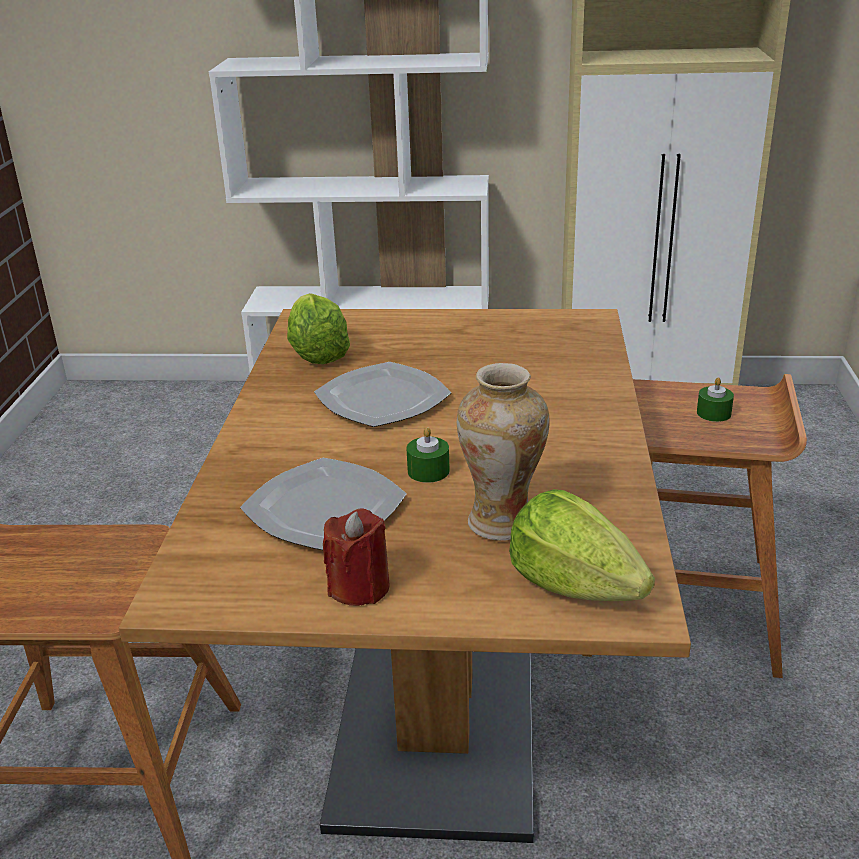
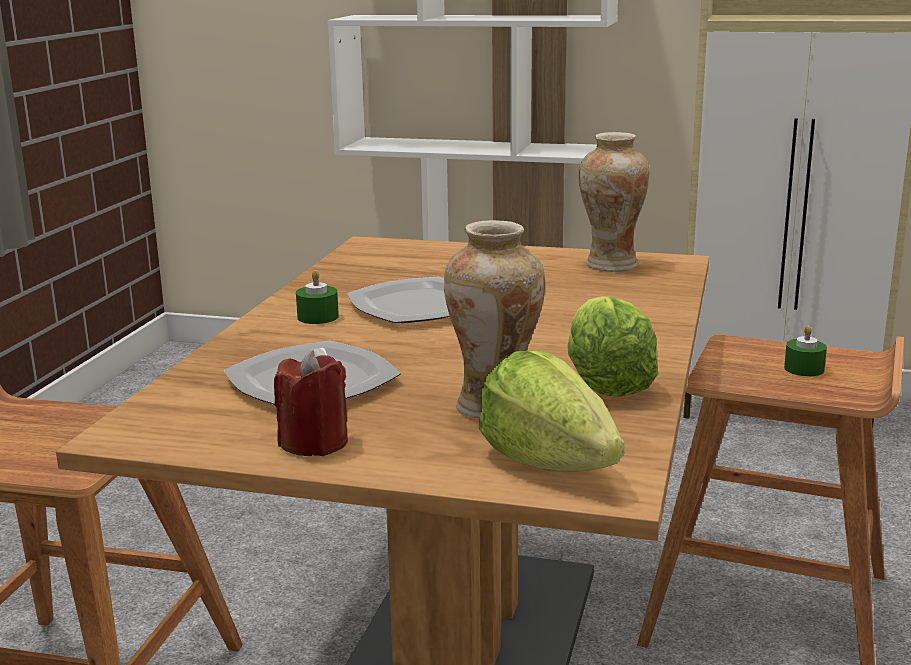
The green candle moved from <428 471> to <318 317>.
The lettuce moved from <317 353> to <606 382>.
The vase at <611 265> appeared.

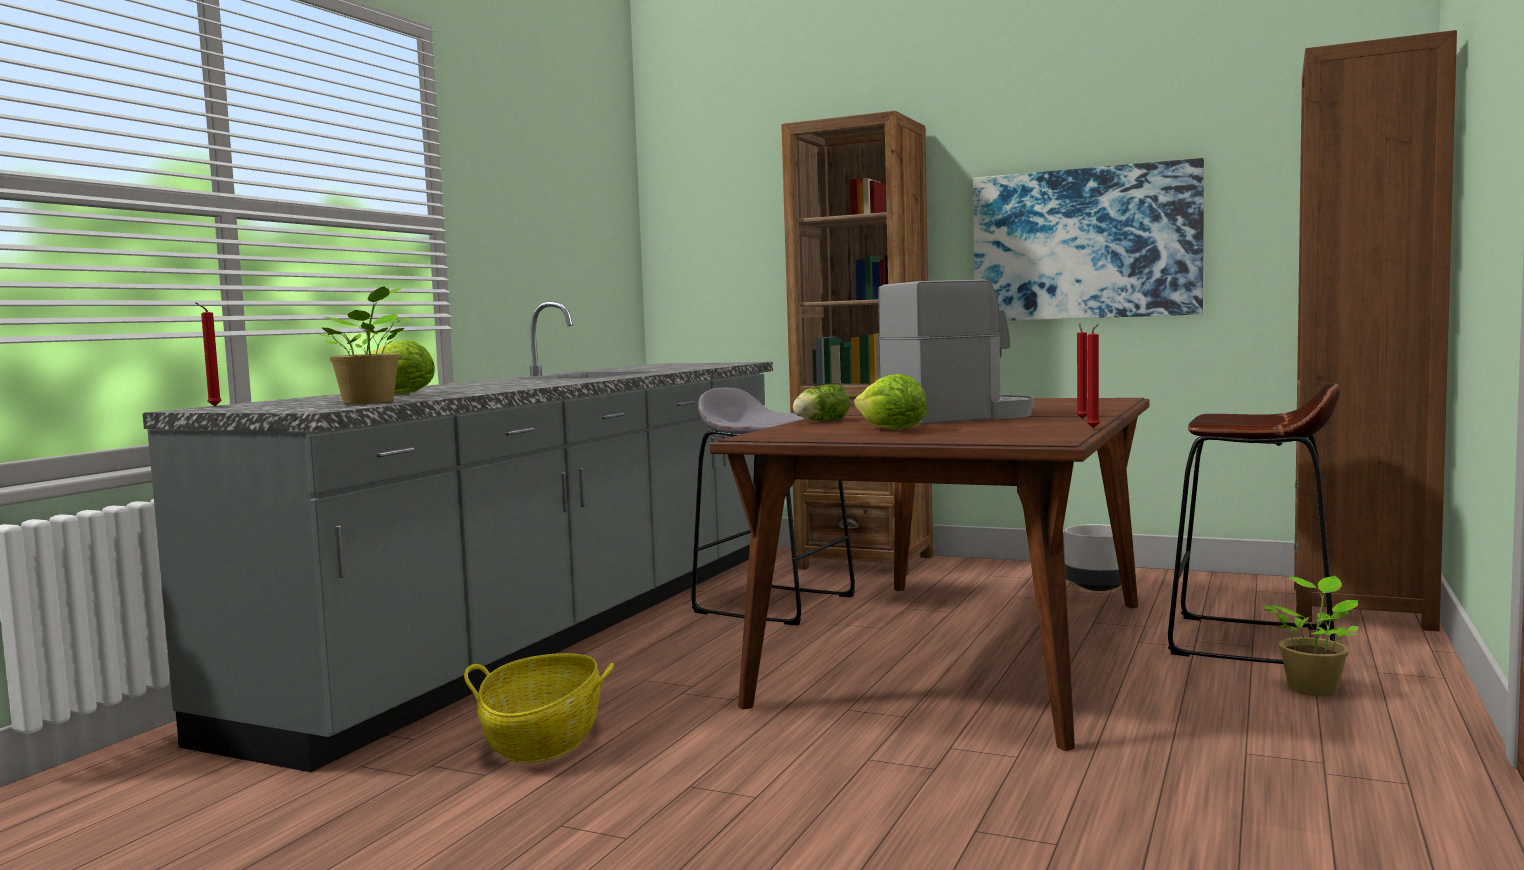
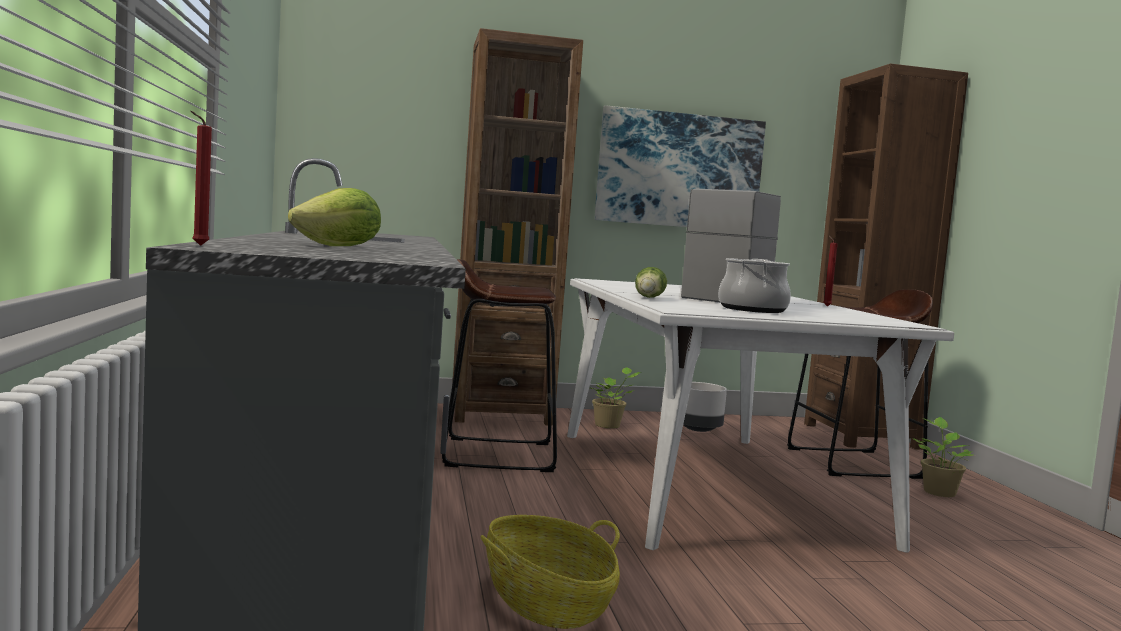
The grey stool at <774 604> became the brown stool at <498 454>.
The brown dining table at <964 652> became the white dining table at <710 484>.
The potted plant moved from <370 402> to <609 426>.
The lettuce at <891 430> was replaced by the cooking pot at <753 309>.
The red candle at <1094 428> disappeared.

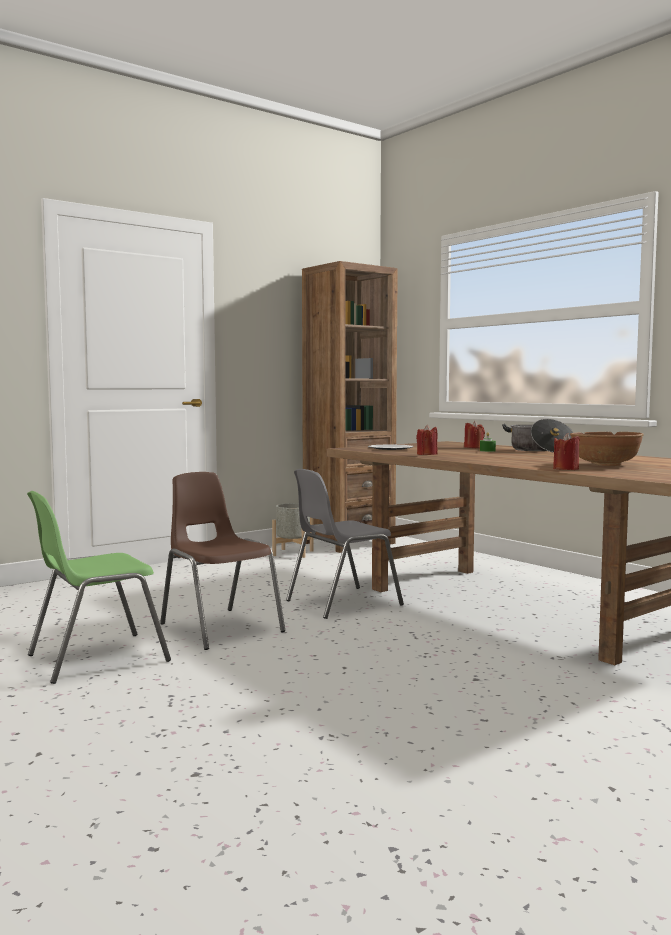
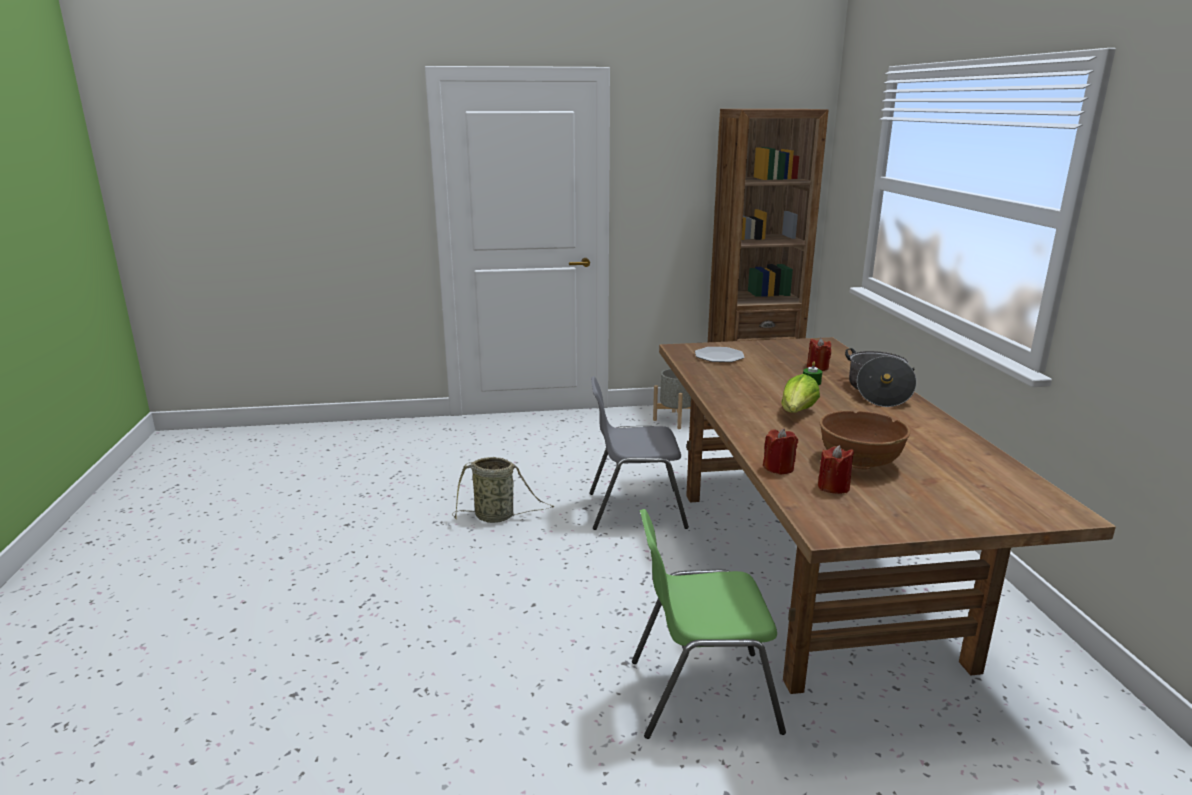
The brown chair at <220 627> was replaced by the basket at <497 517>.
The green chair moved from <95 658> to <700 694>.
The lettuce at <797 413> appeared.
The red candle moved from <427 454> to <833 487>.

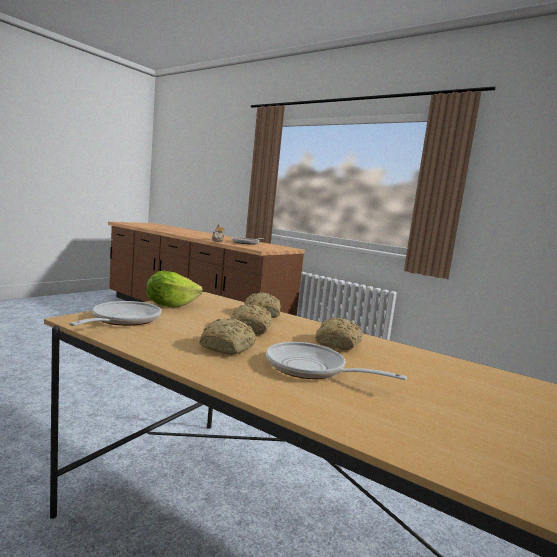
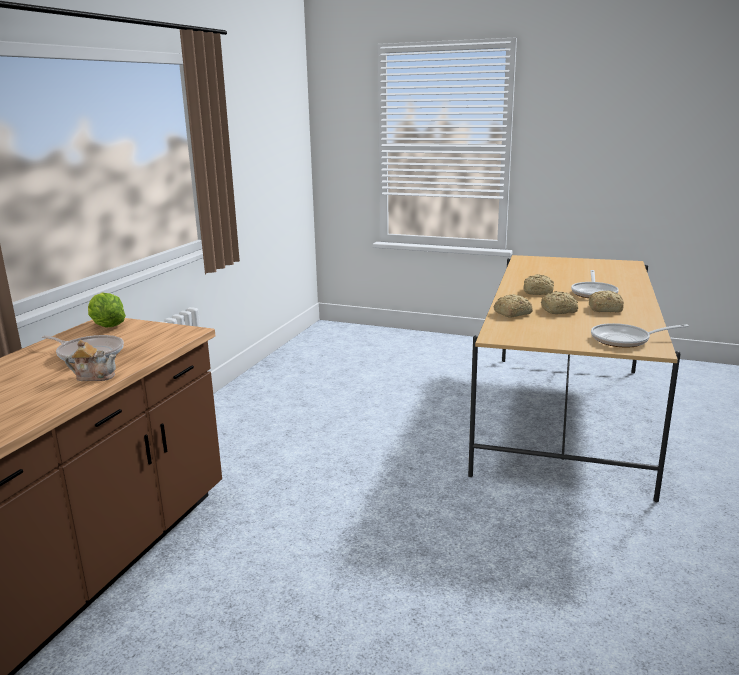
The lettuce moved from <170 305> to <107 326>.

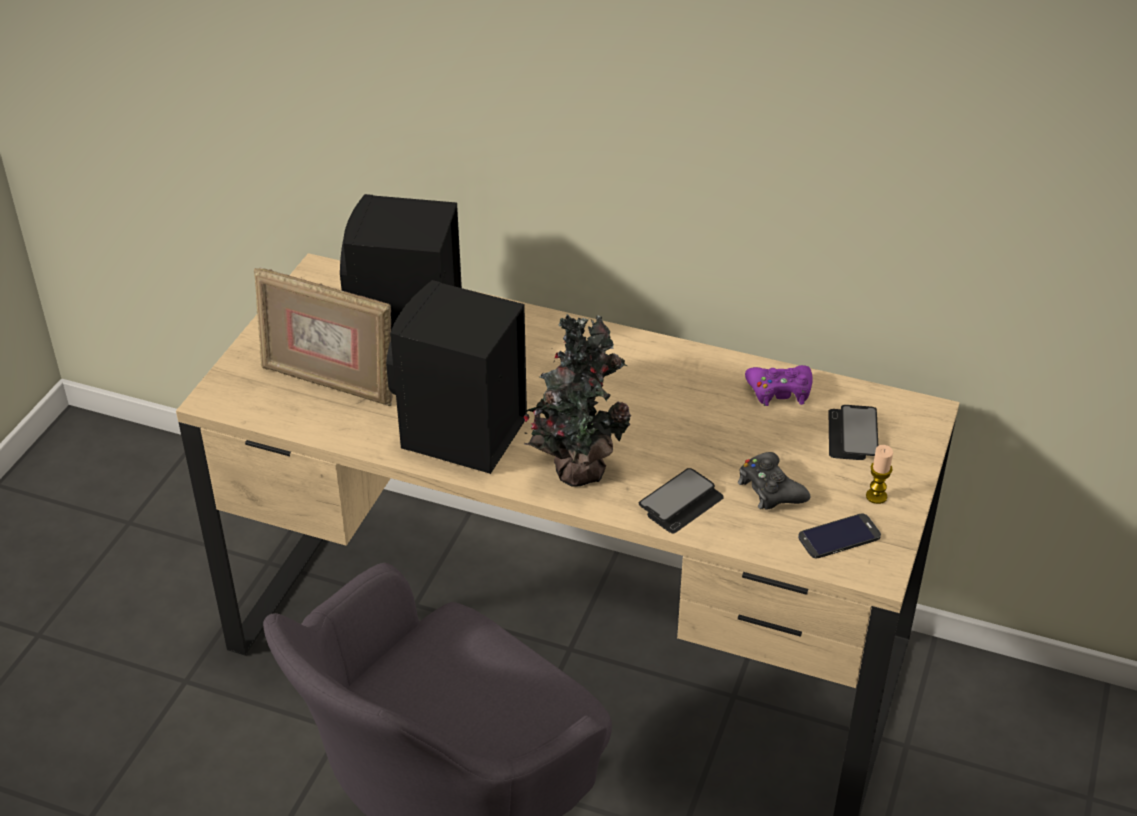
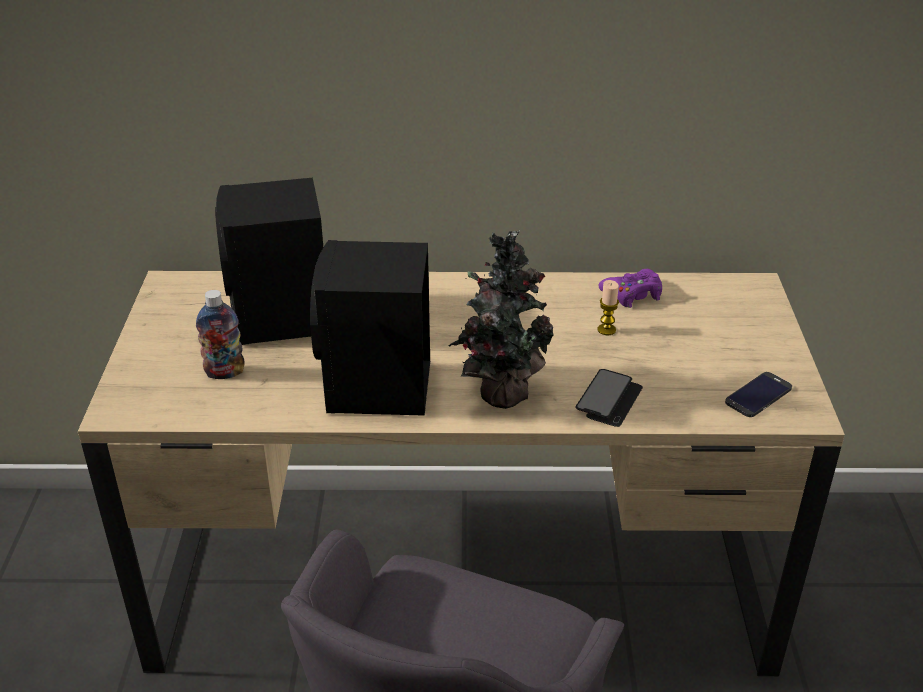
The picture frame at <329 382> was replaced by the bottle at <225 372>.
The candle moved from <876 496> to <606 330>.
The black game controller at <770 489> disappeared.
The phone at <852 434> disappeared.

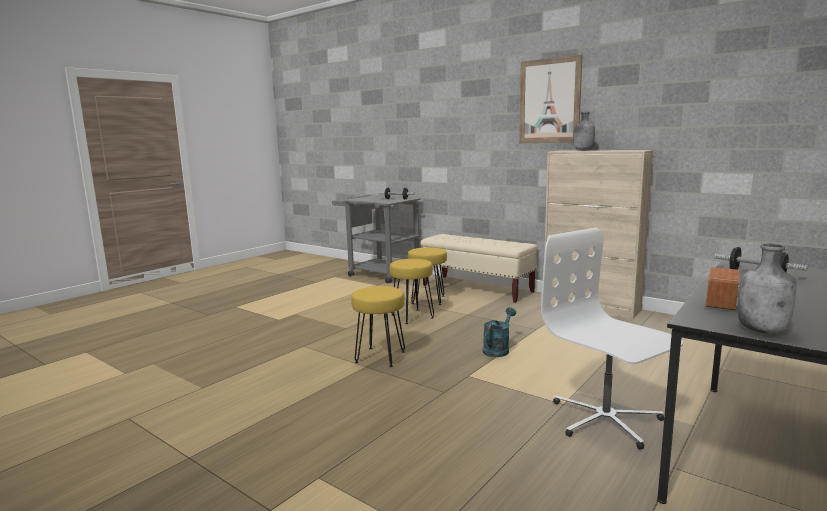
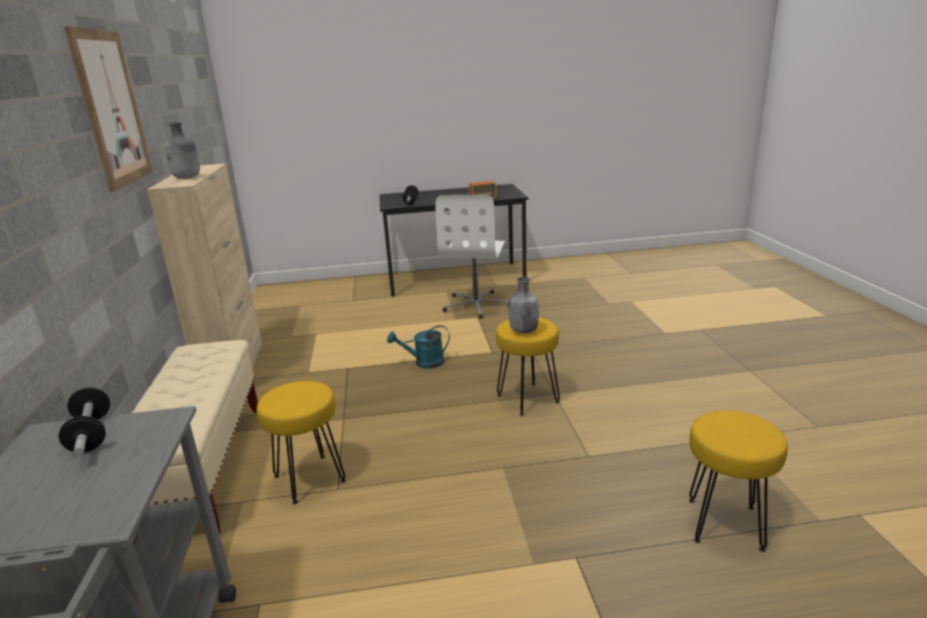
The grey bottle moved from <763 330> to <523 331>.
The yellow stool moved from <412 316> to <724 524>.

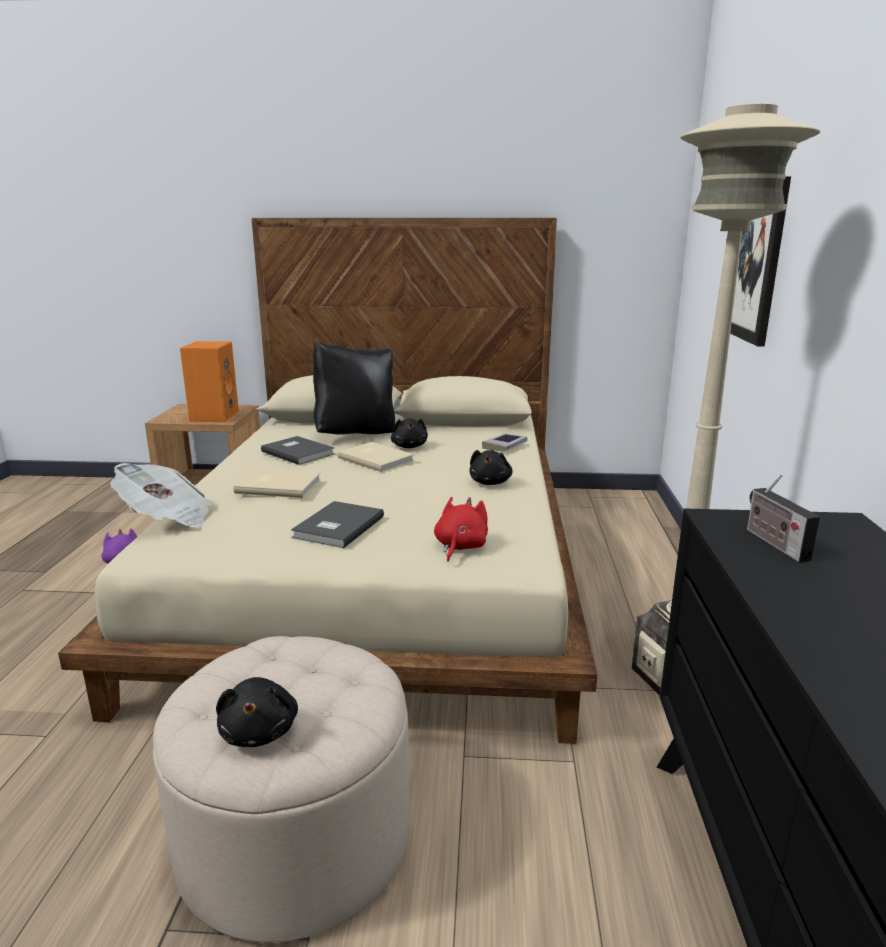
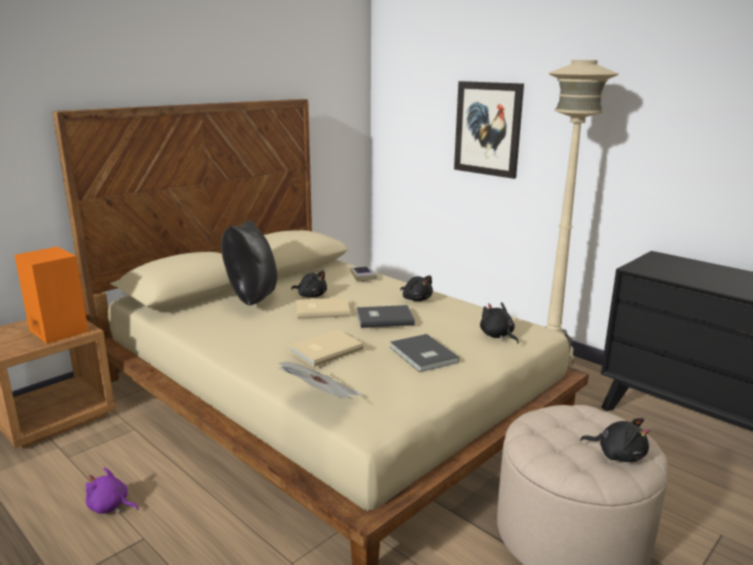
The grey book moved from <298 452> to <383 318>.
The red plush toy at <460 547> became the black plush toy at <497 336>.
The radio at <773 543> disappeared.

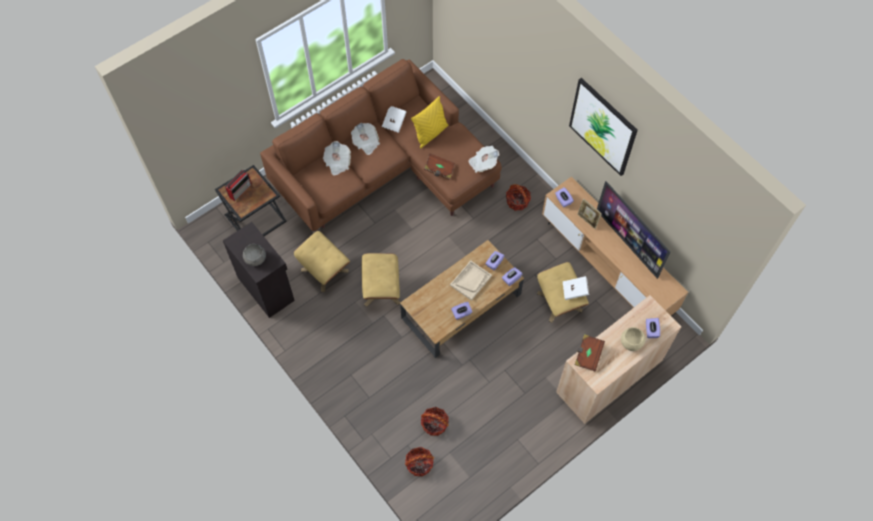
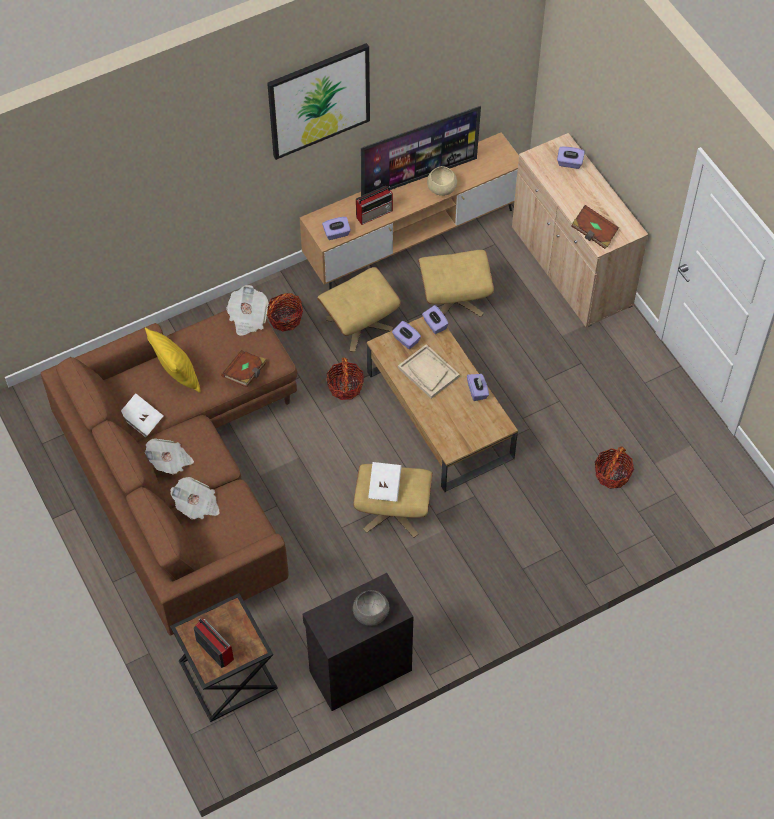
The beige ottoman moved from <325 270> to <359 324>.
The basket moved from <419 464> to <345 387>.
The picture frame at <587 221> was replaced by the radio at <375 213>.
The white book moved from <574 291> to <385 486>.
The beige bowl moved from <631 342> to <441 188>.

